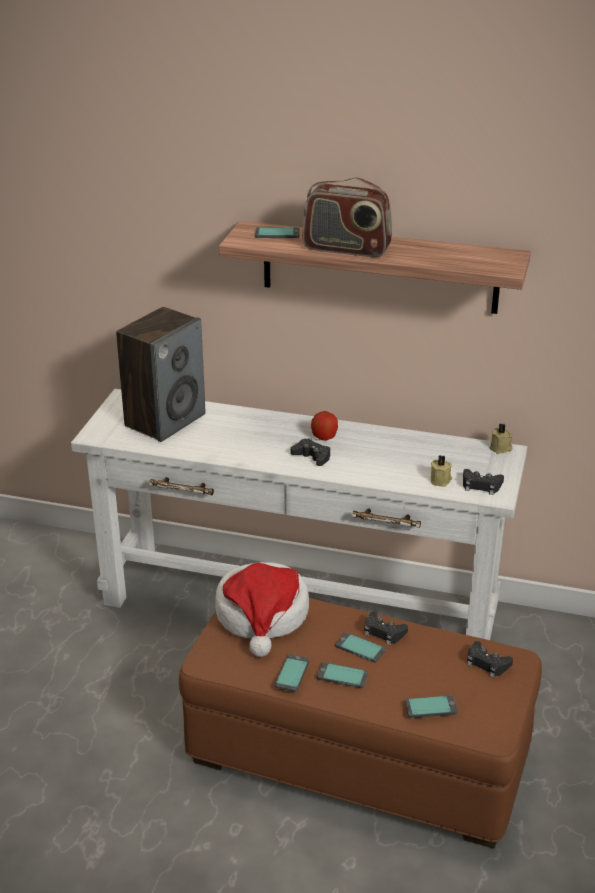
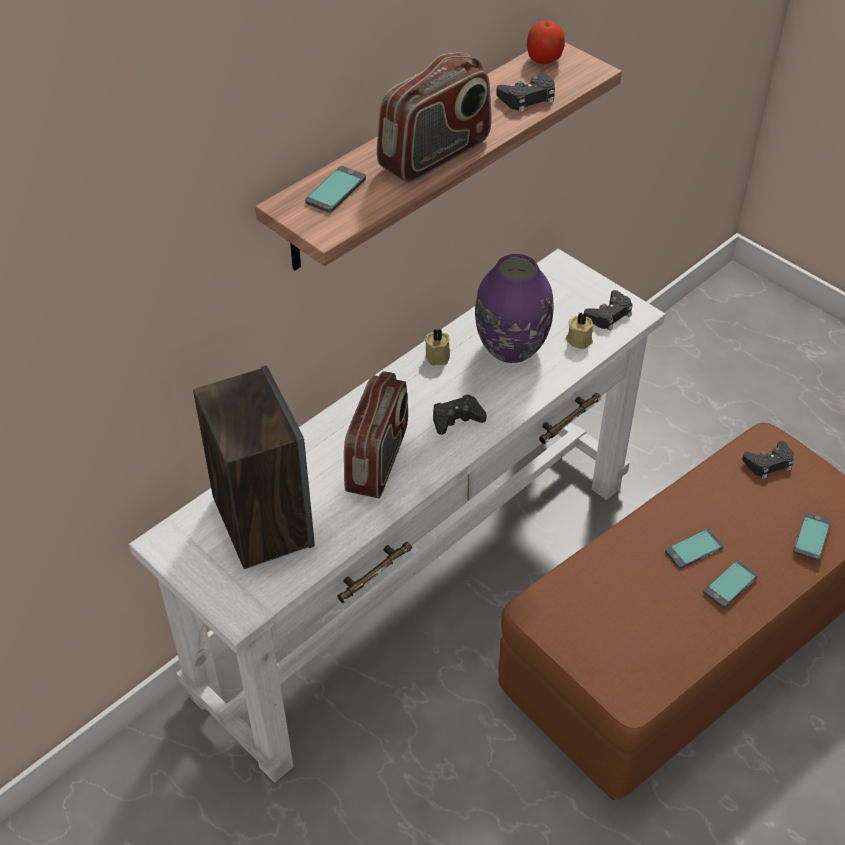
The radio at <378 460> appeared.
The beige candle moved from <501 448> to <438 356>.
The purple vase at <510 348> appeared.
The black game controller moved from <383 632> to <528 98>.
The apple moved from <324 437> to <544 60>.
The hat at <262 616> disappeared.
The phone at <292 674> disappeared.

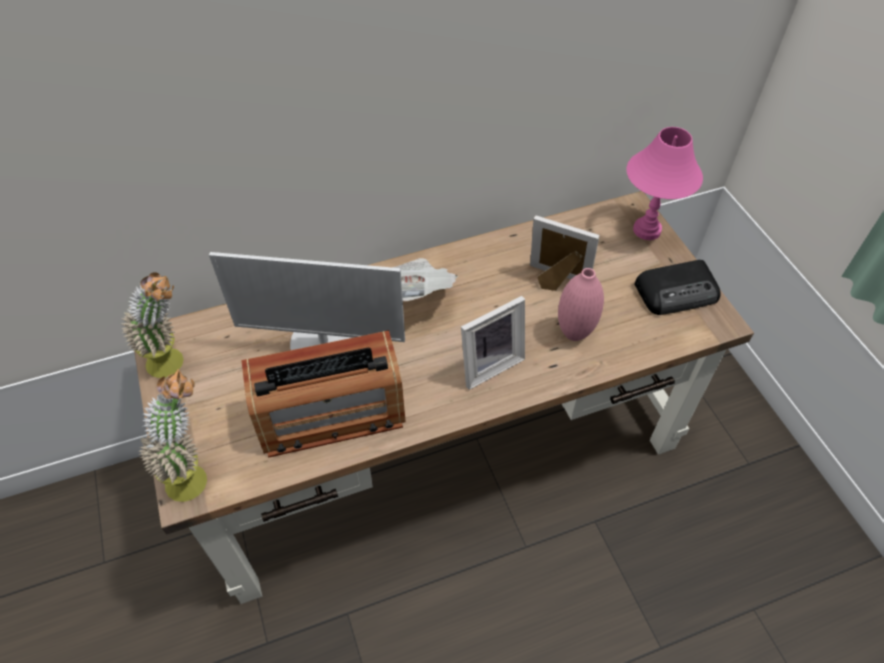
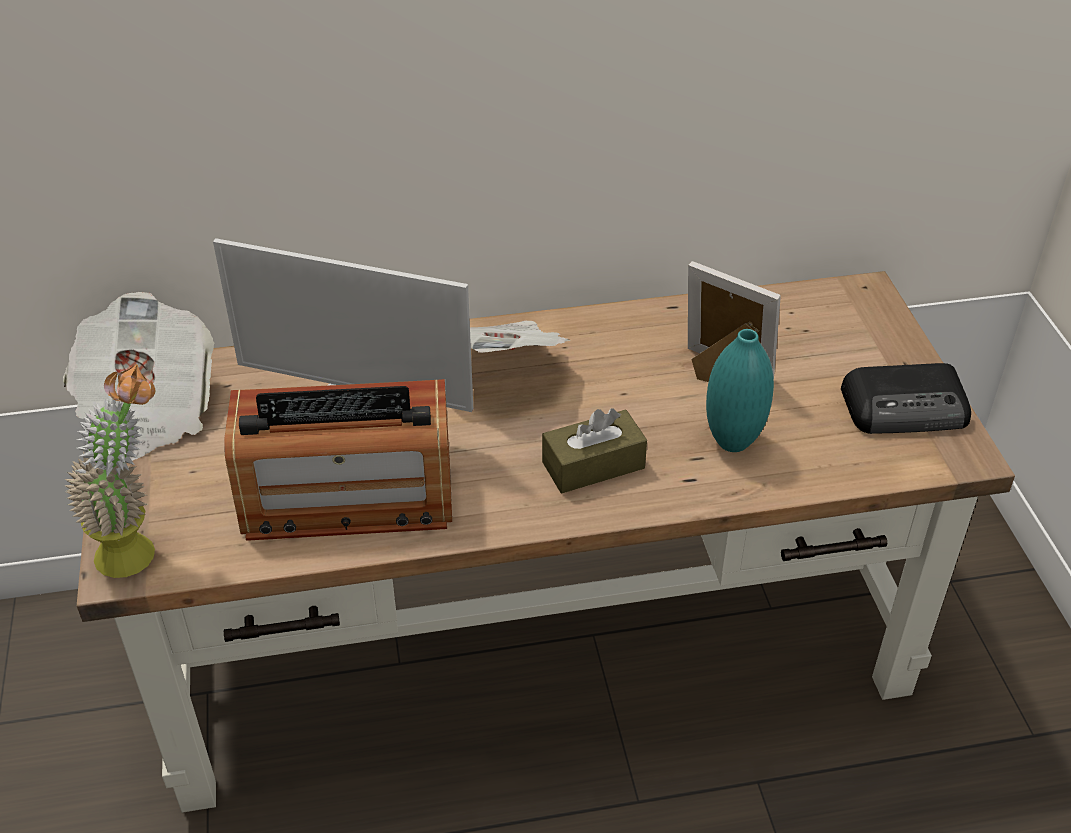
The potted plant at <174 363> was replaced by the newspaper at <147 409>.
The picture frame at <488 364> was replaced by the brown tissue box at <593 465>.
The pink vase at <574 333> became the turquoise vase at <732 442>.
The pink table lamp at <647 230> disappeared.

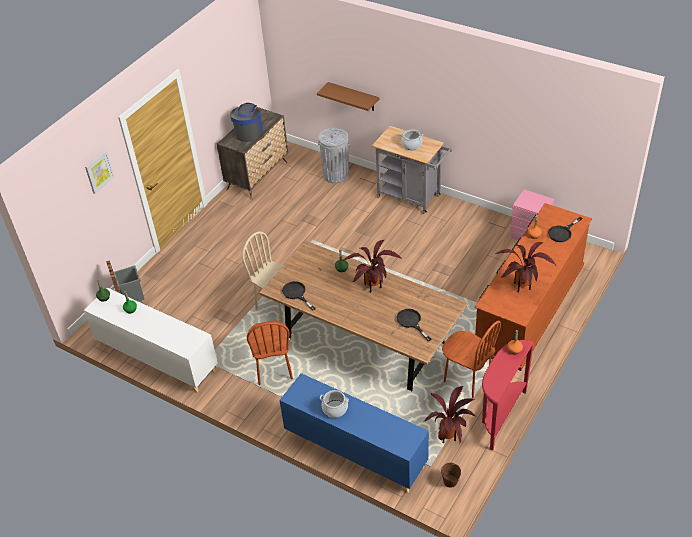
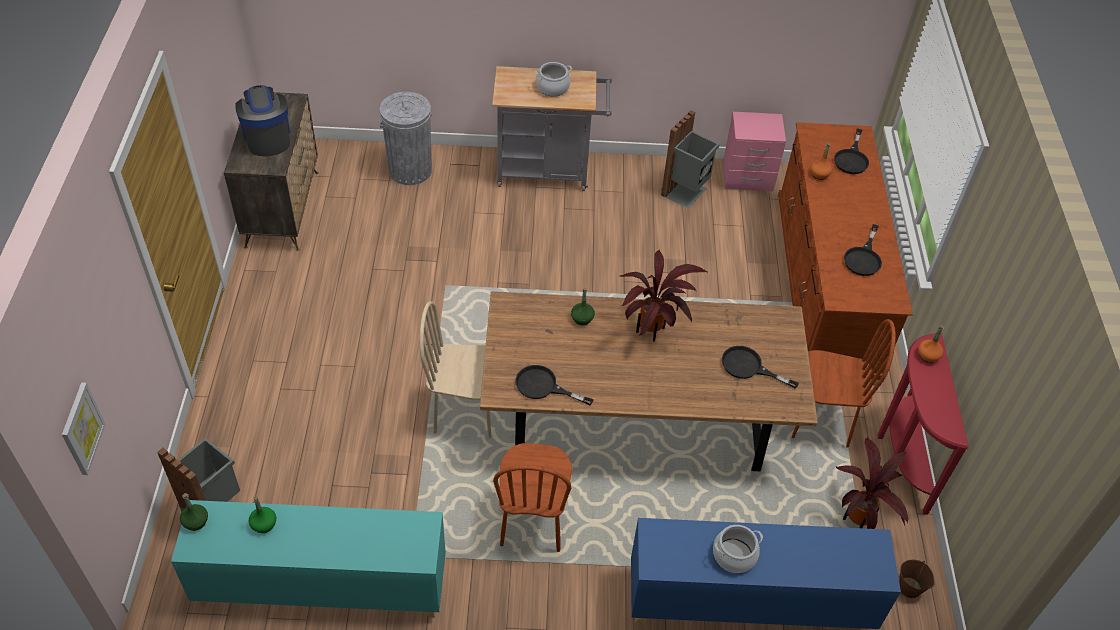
The picture moved from <99 171> to <81 429>.
The white cabinet at <156 357> became the turquoise cabinet at <321 586>.
The brown chair at <273 369> turned 45 degrees clockwise.
The grey trash can at <686 192> appeared.
The potted plant at <521 288> was replaced by the black frying pan at <863 258>.
The brown shelf at <353 97> disappeared.

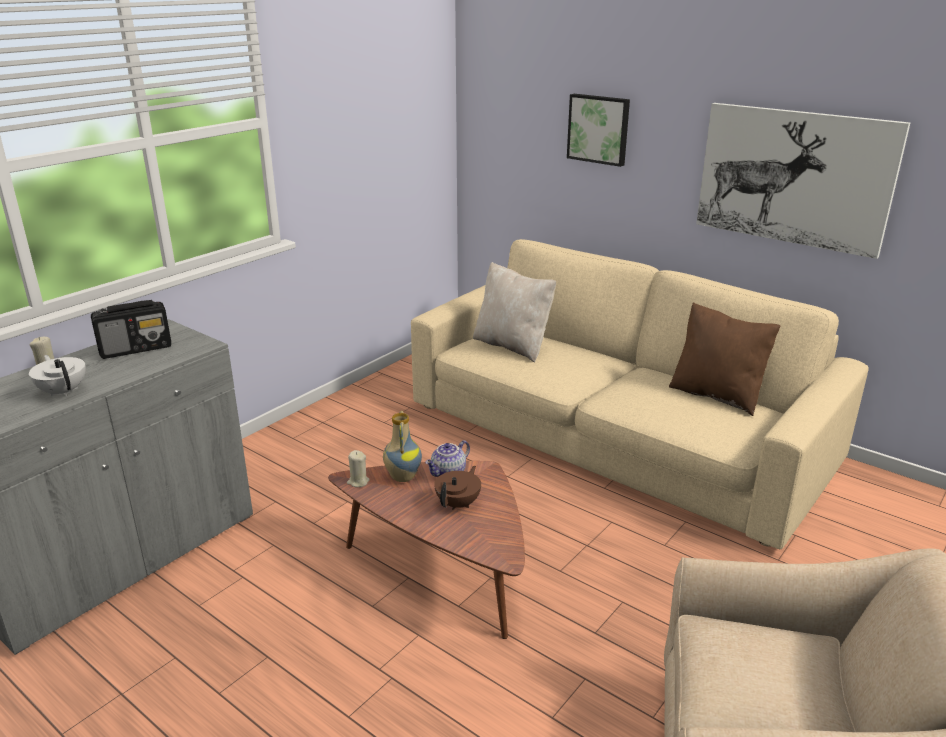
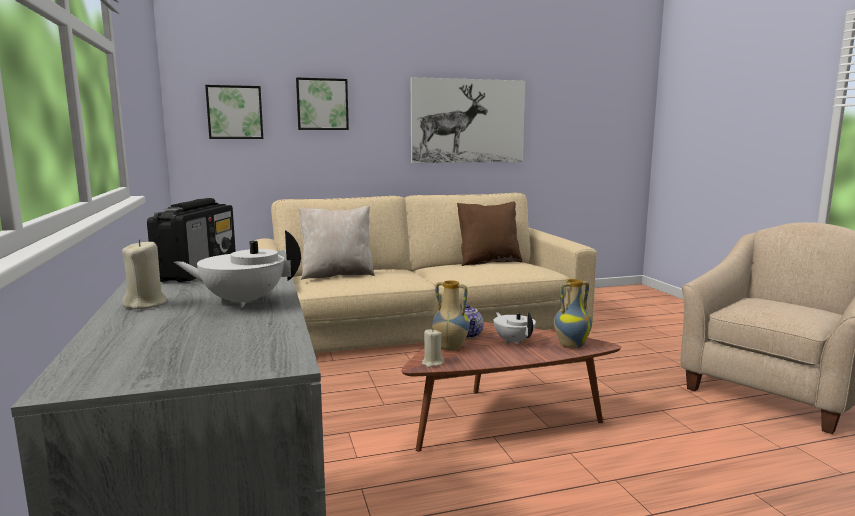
The picture at <235 112> appeared.
The brown teapot at <458 503> became the white teapot at <513 341>.
The vase at <570 345> appeared.

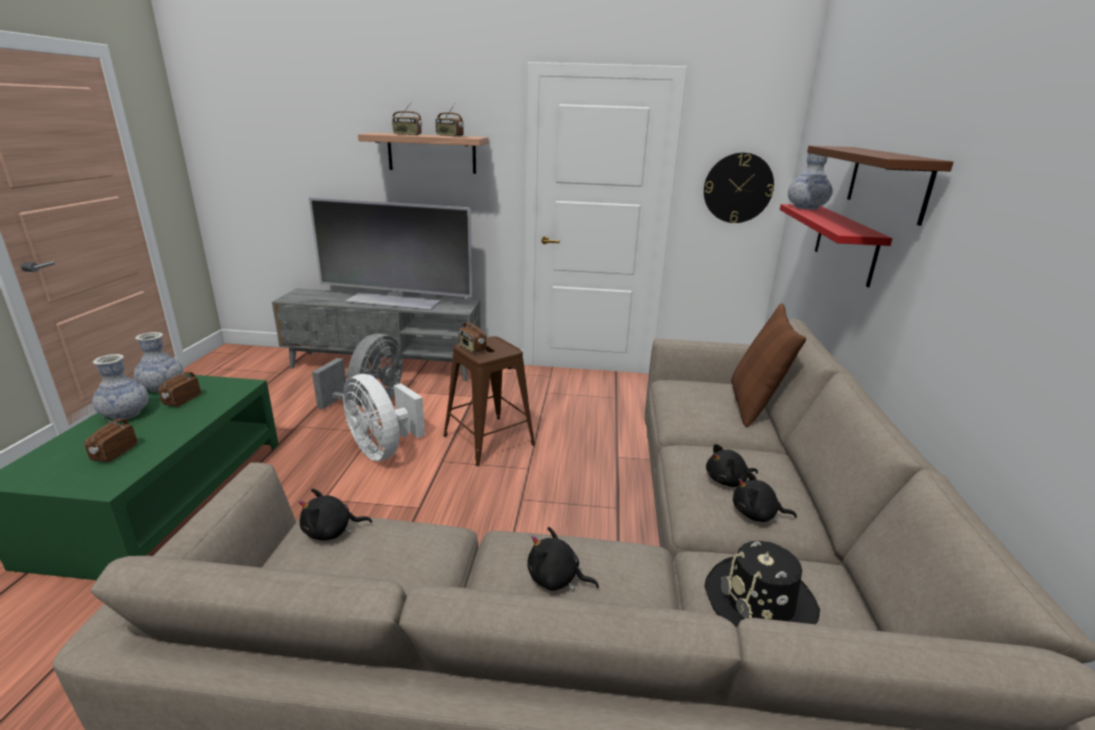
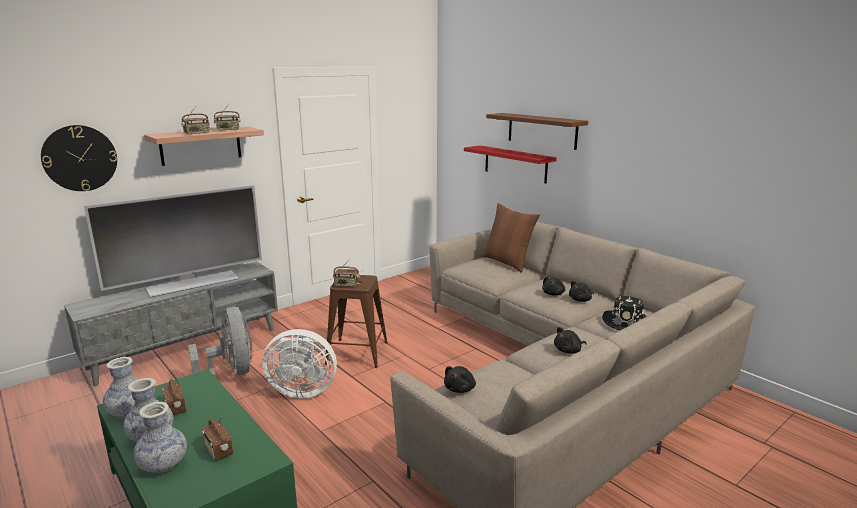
The wall clock moved from <738 188> to <80 158>.
The vase moved from <806 208> to <163 464>.

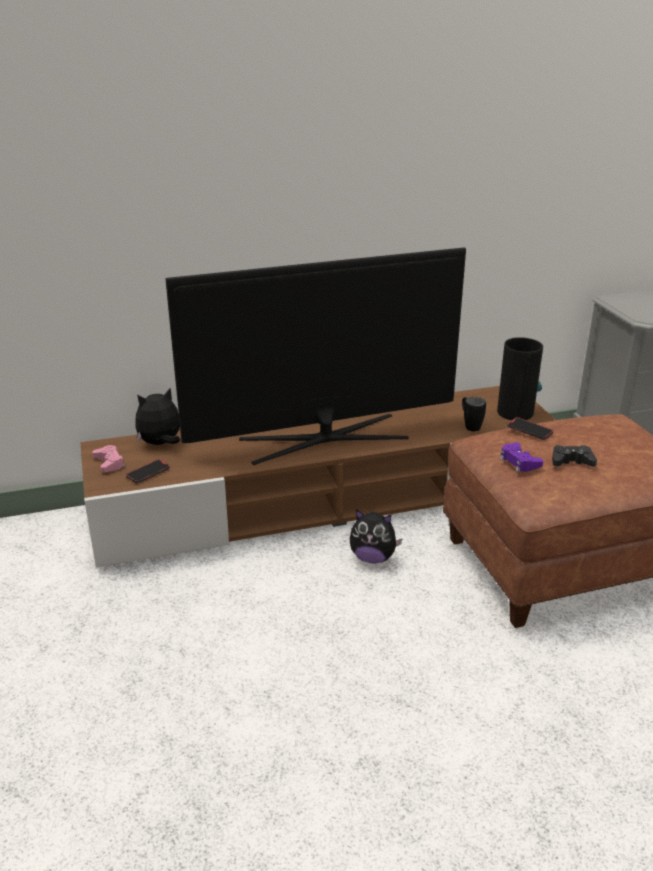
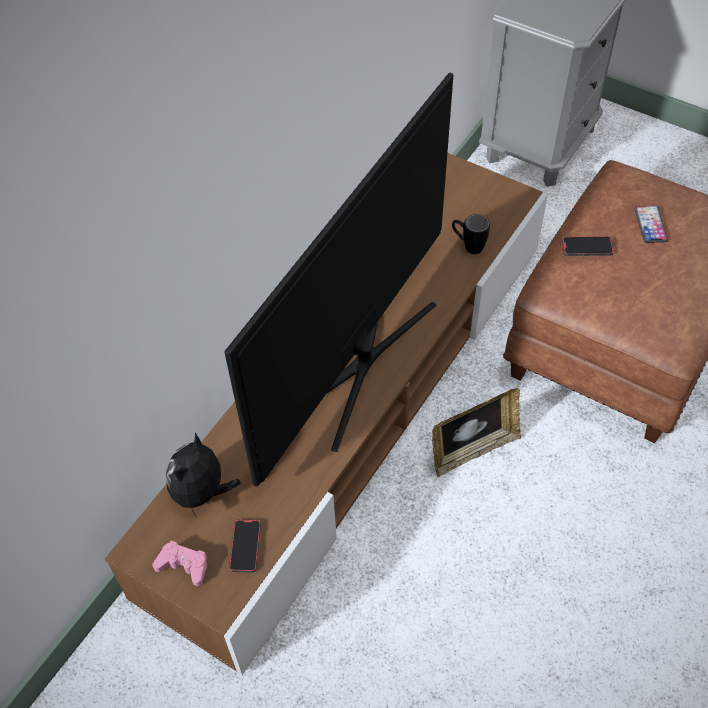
The plush toy at <373 558> was replaced by the picture frame at <473 450>.
The phone at <650 225> appeared.
The vase at <515 412> disappeared.
The purple game controller at <519 462> disappeared.
The black game controller at <571 461> disappeared.

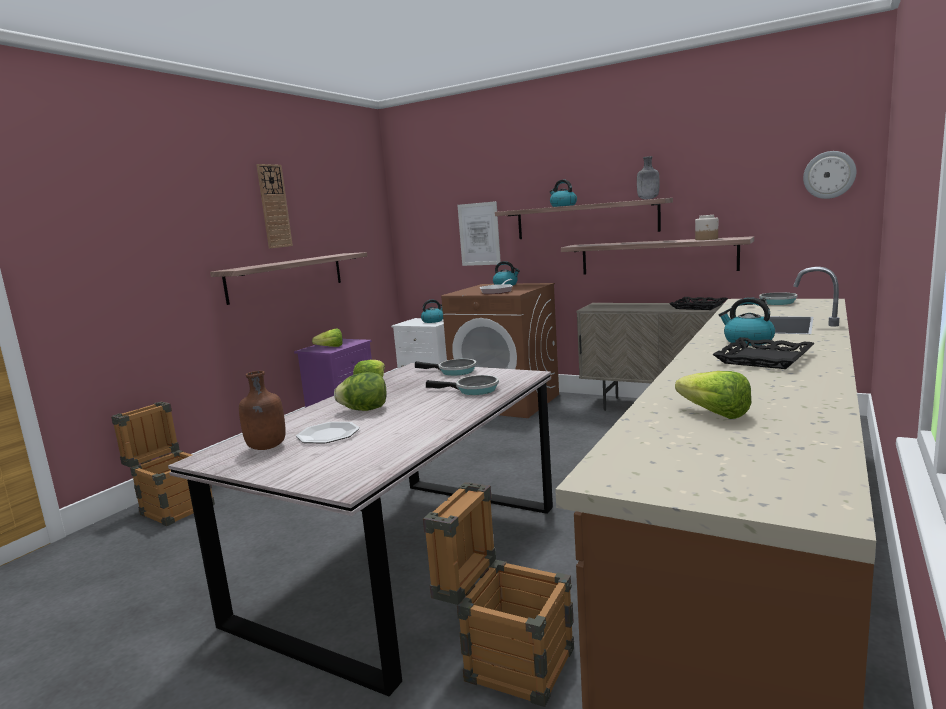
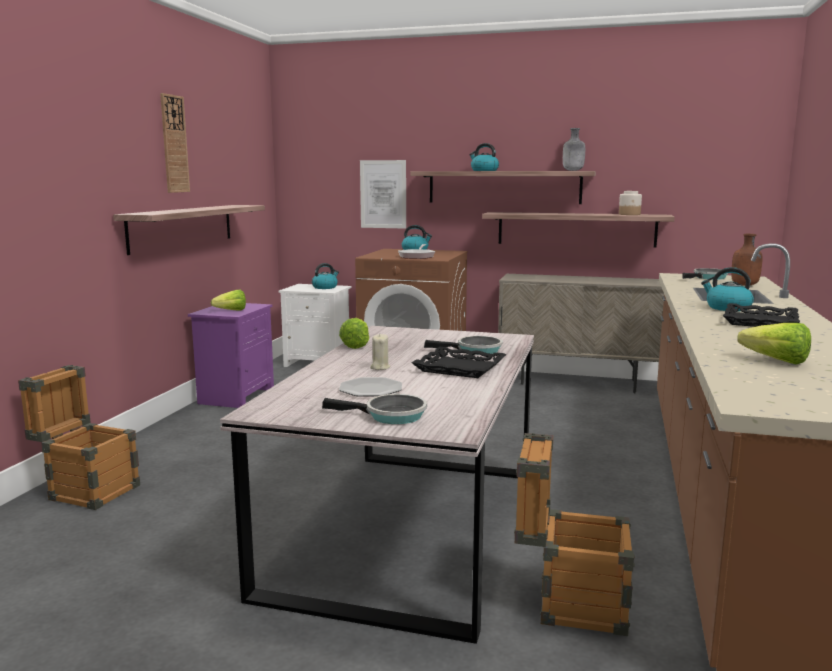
The frying pan moved from <454 371> to <390 416>.
The lettuce at <364 410> was replaced by the beige candle at <380 367>.
The black tray moved from <698 307> to <459 368>.
The brown bottle moved from <266 447> to <745 285>.
The wall clock at <829 175> disappeared.

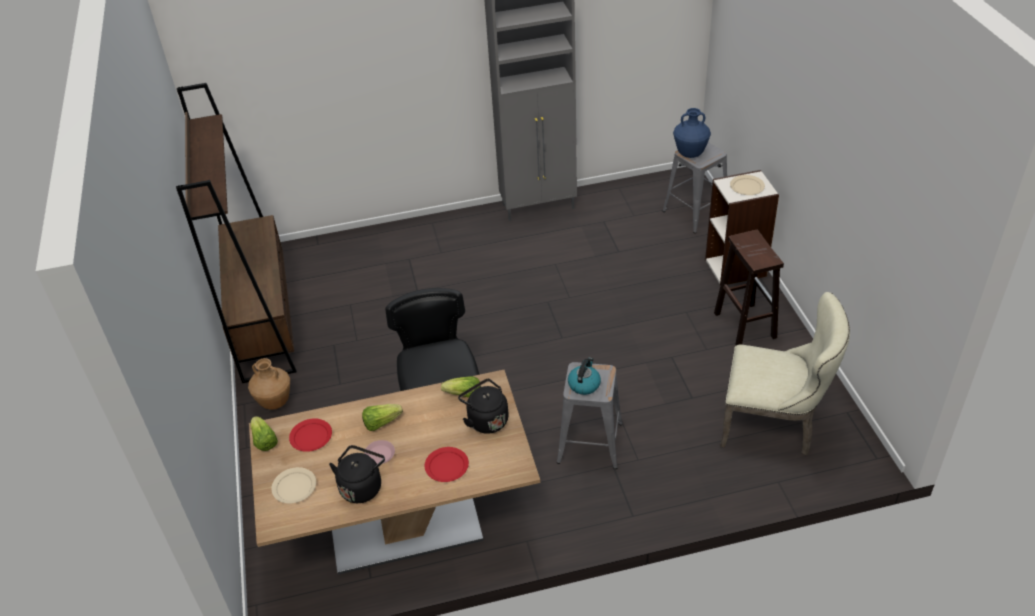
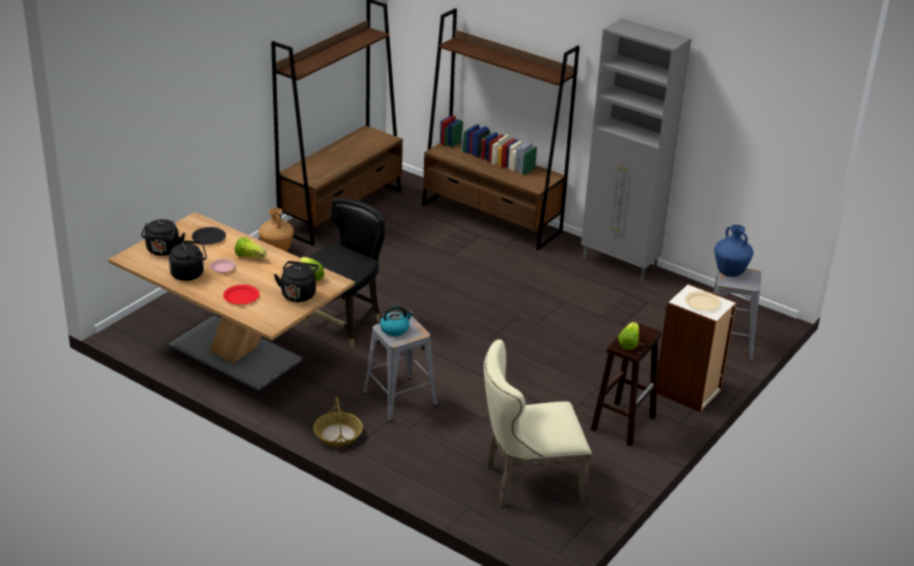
The beige plate at <294 487> was replaced by the black kettle at <163 251>.
The red plate at <311 437> became the black plate at <208 237>.
The basket at <338 434> appeared.
The brown bookcase at <491 218> appeared.
The beige chair at <774 425> turned 105 degrees clockwise.
The lettuce moved from <264 441> to <629 343>.

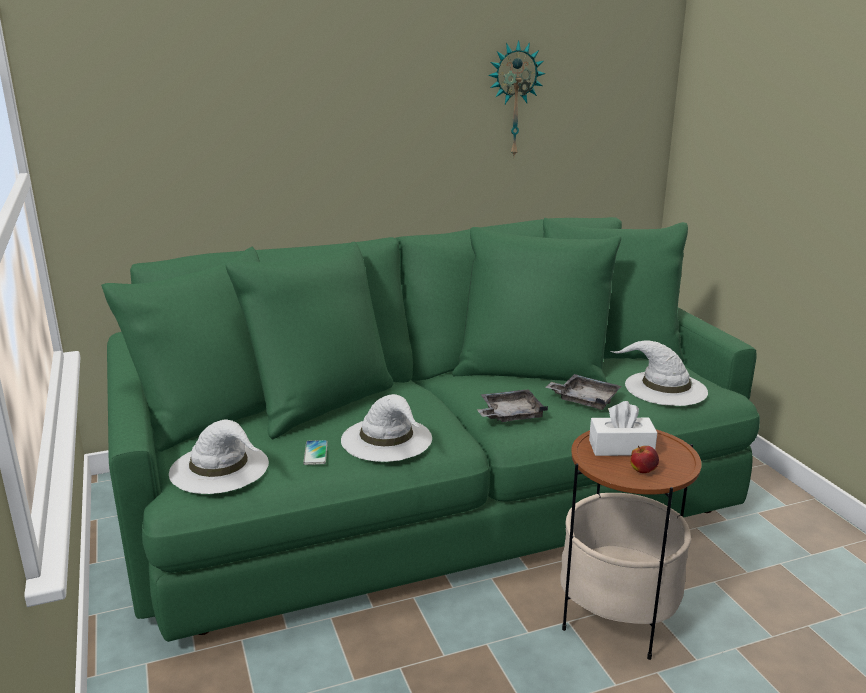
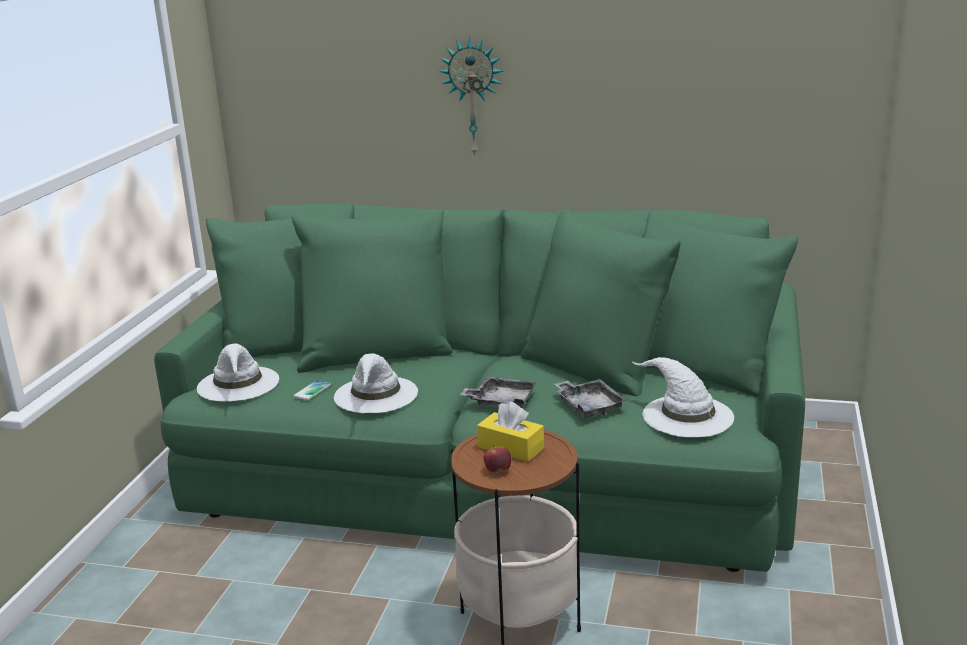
The wall clock moved from <513 100> to <473 96>.
The white tissue box at <621 447> became the yellow tissue box at <511 447>.

